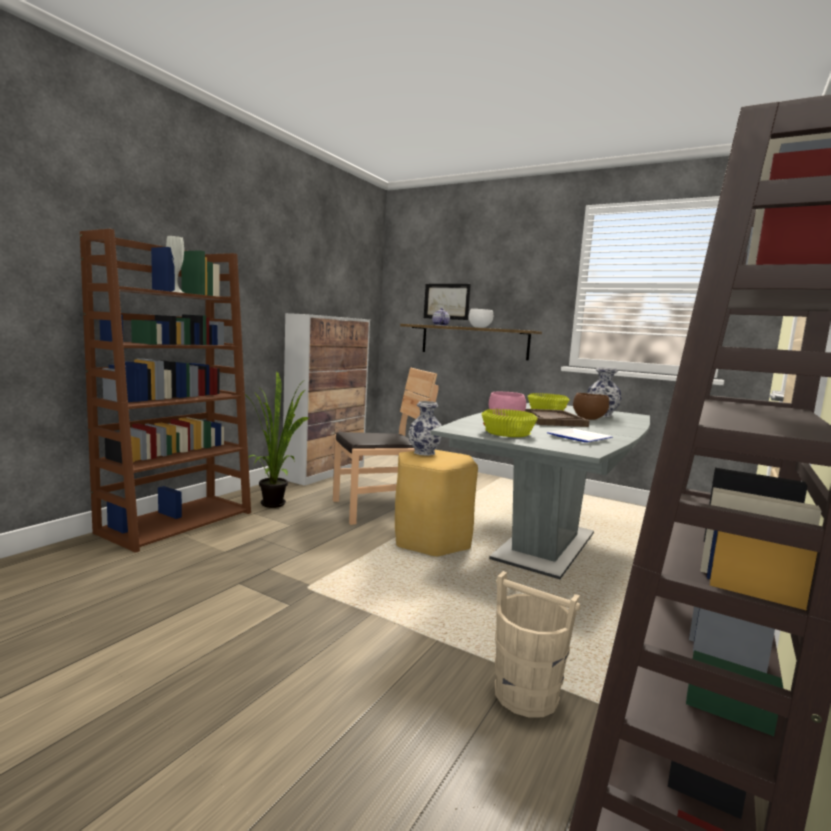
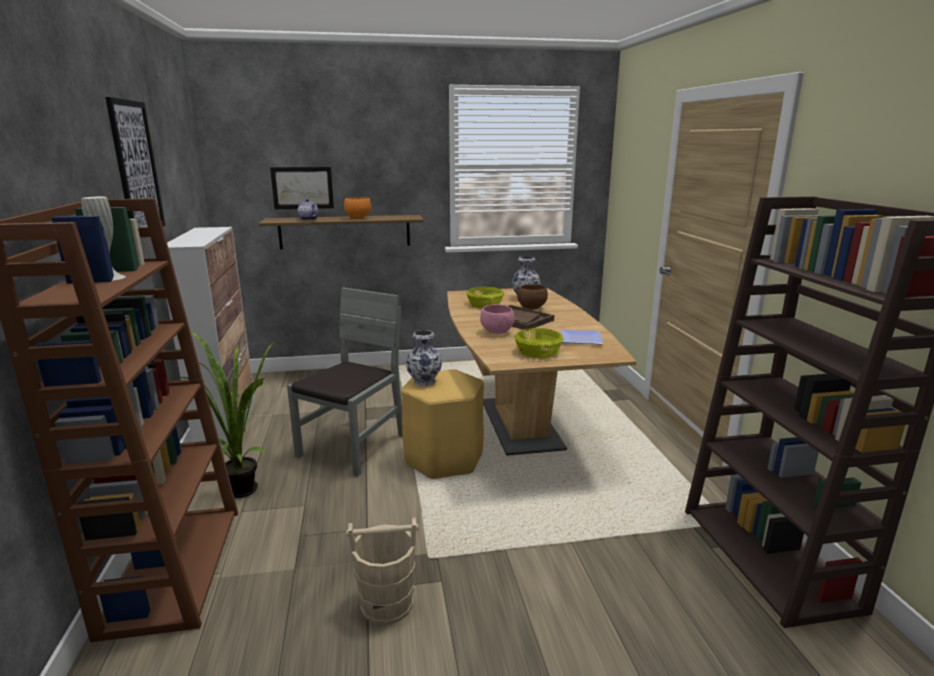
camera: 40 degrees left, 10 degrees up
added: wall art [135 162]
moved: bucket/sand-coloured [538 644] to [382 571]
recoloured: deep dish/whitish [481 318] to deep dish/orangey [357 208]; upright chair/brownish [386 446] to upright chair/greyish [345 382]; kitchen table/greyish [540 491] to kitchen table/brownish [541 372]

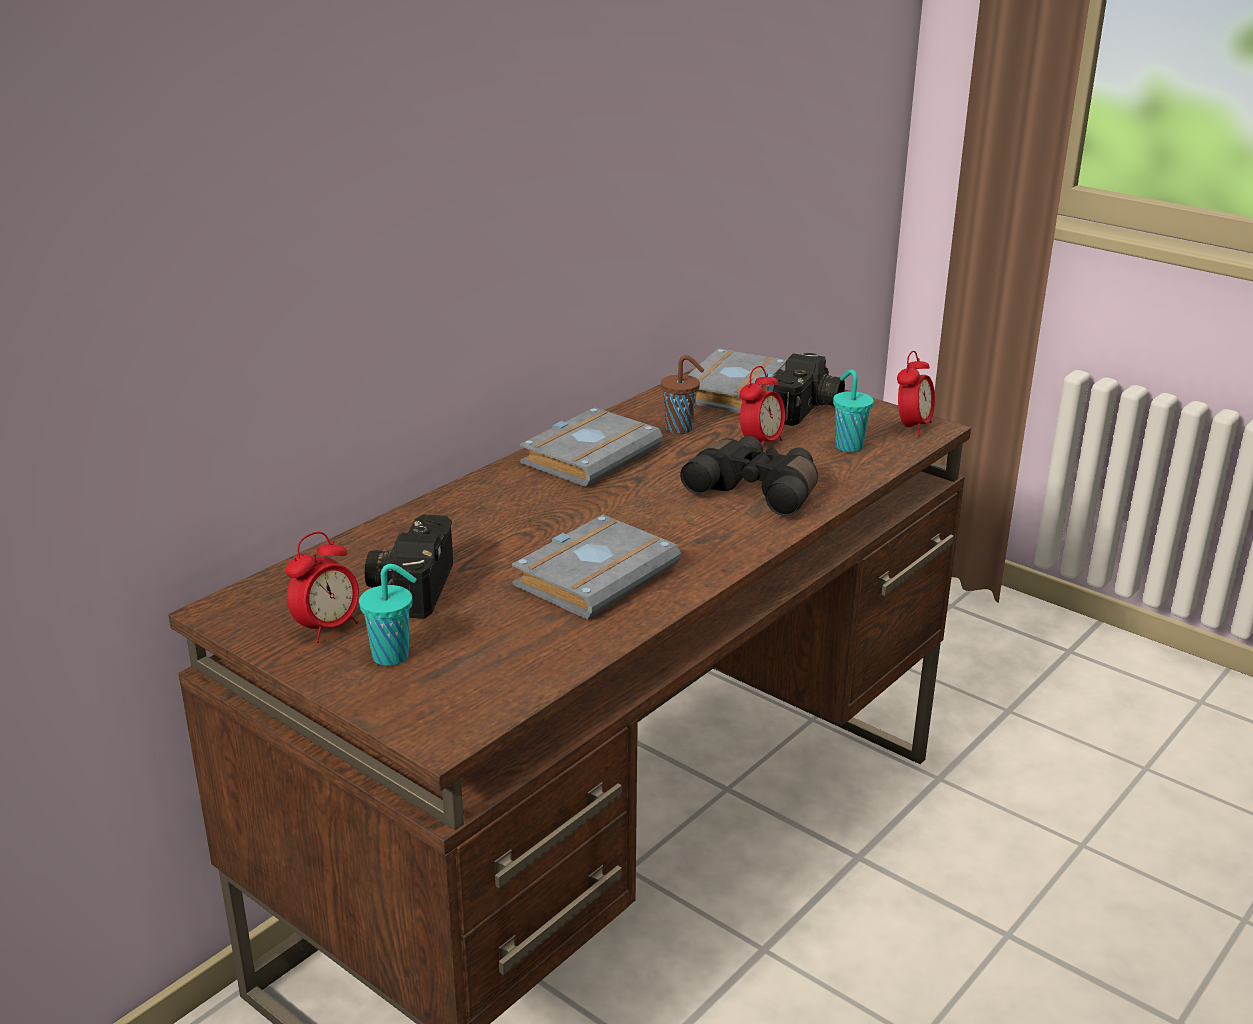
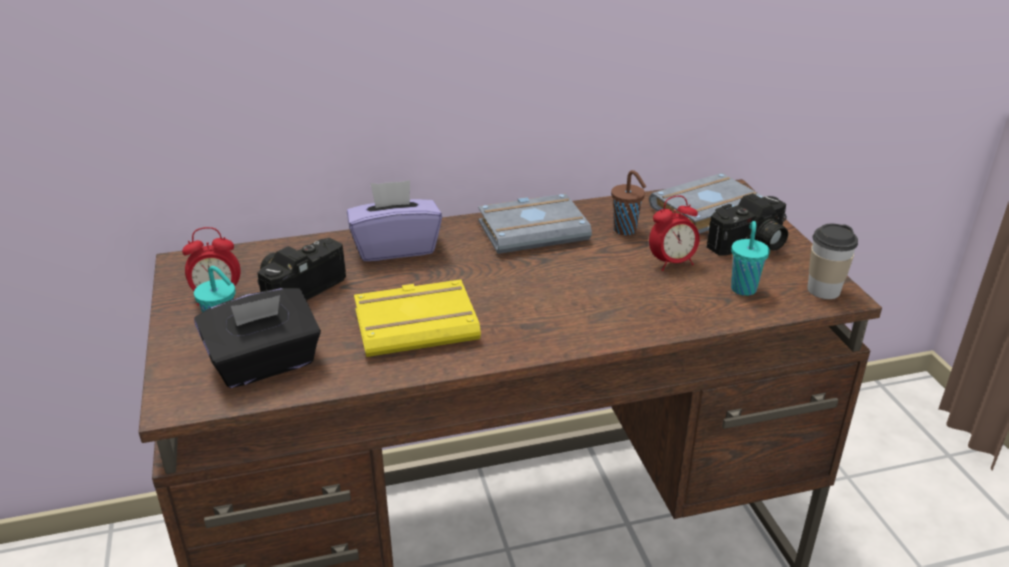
camera: 35 degrees right, 5 degrees up
removed: field glasses/black [749 476]
added: tissue holder/purple-coloured [394 220]; tissue holder/black [257 338]
replaced: table clock [916 393] to small cup [832 261]
recoloured: bound book/greyish [596 567] to bound book/yellow-coloured [417 318]

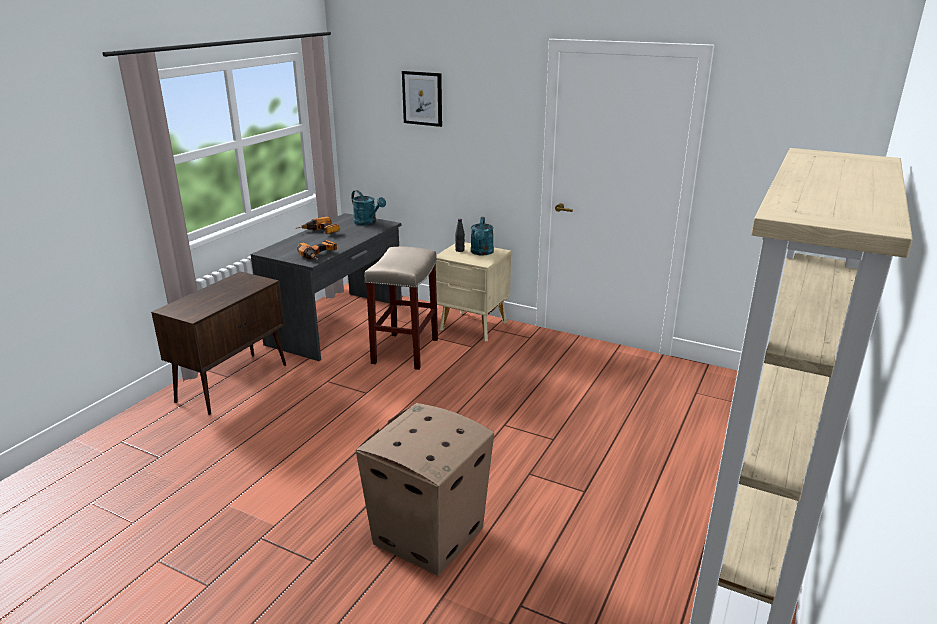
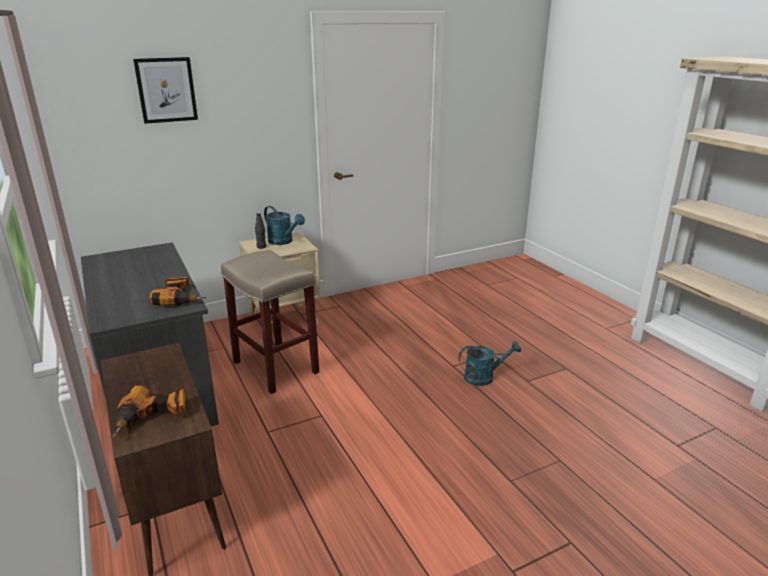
camera: 55 degrees left, 0 degrees up
removed: packing box [425 489]
moved: watering pot/blue-green [368 208] to [490 363]; electric drill [317 225] to [148 412]

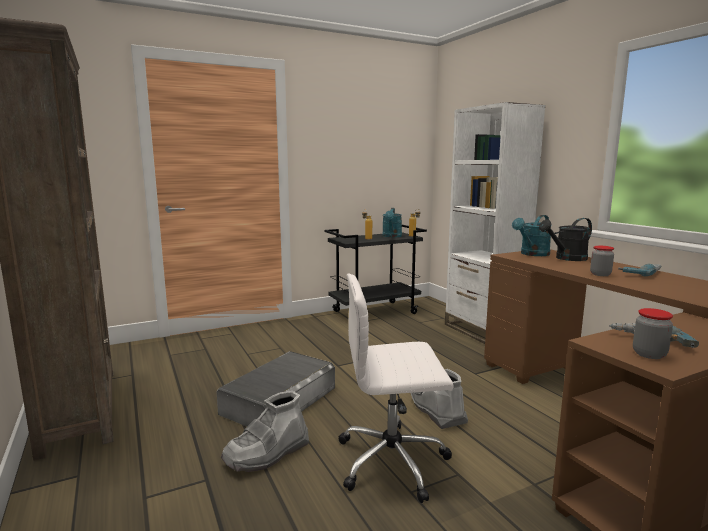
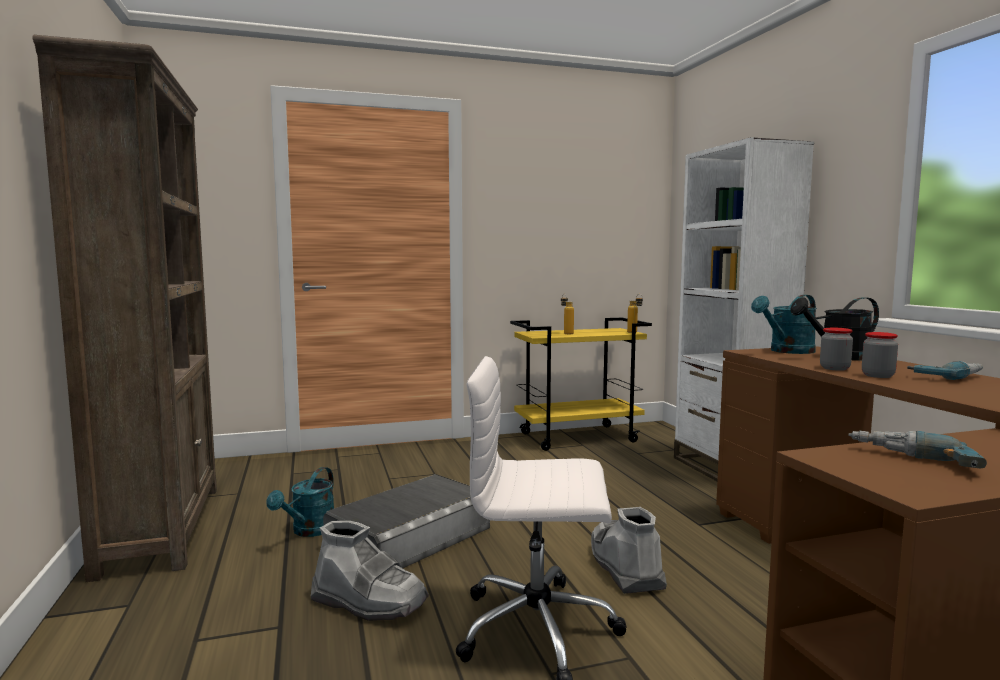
camera: 10 degrees right, 5 degrees down
moved: watering pot/blue-green [392 223] to [300 502]; jar [653 333] to [836 349]
recoloured: cart/black [375 269] to cart/yellow-coloured [581 384]
turned: high-top boot/greyish [265 431] = [370 571] 120 degrees counterclockwise

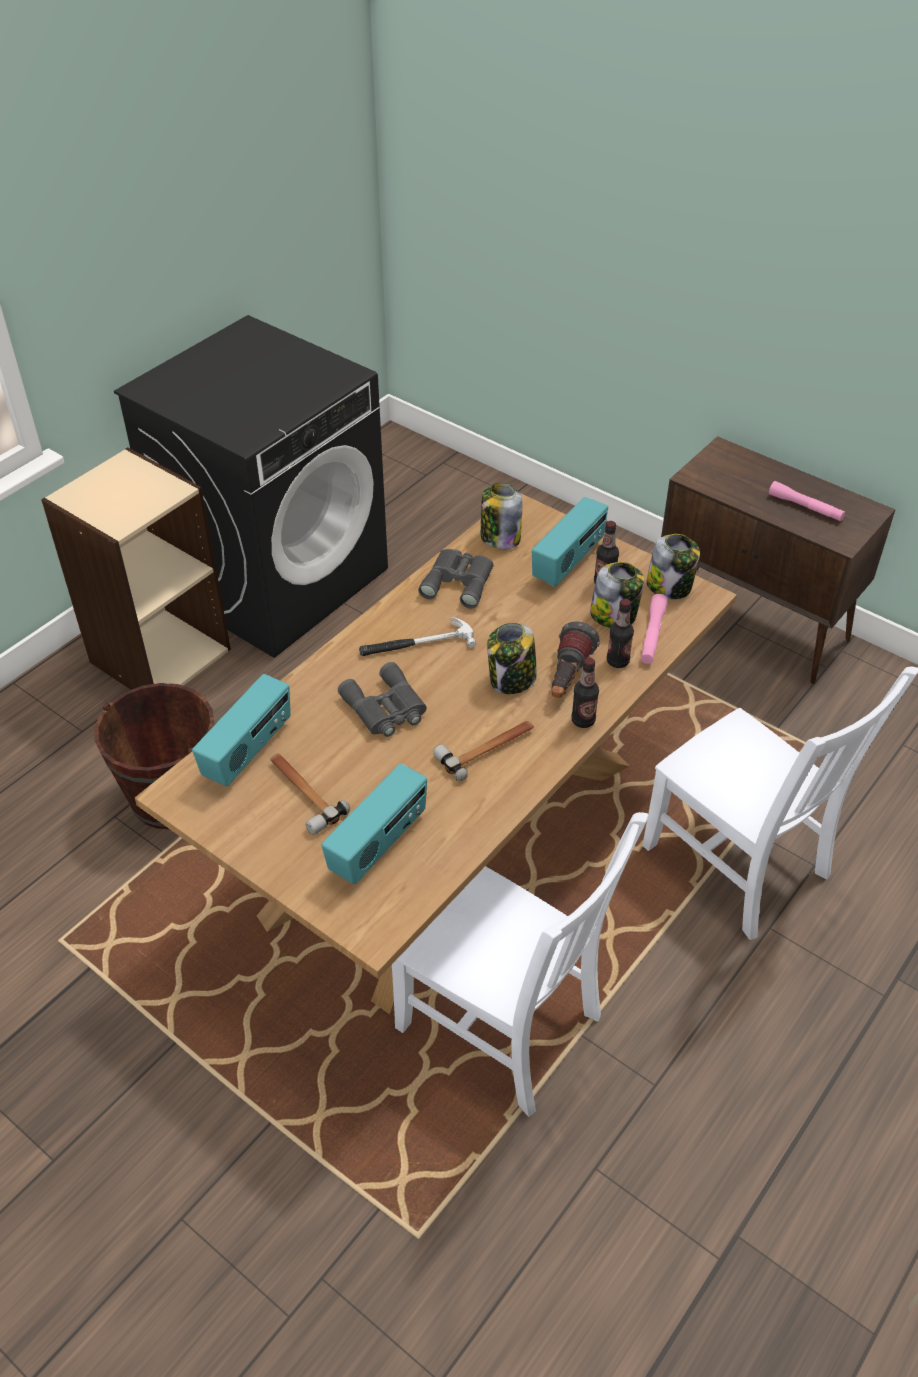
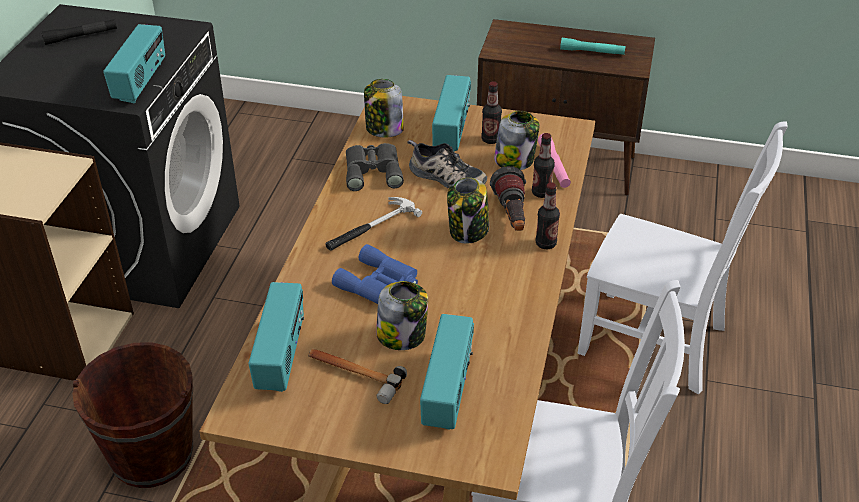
camera: 25 degrees left, 5 degrees down
removed: hand hammer [483 751]
added: hand torch/black [79 32]; radio receiver [134 63]; low shoe [447 164]
moved: jar [673 566] to [402 315]
recoloured: hand torch/pink-coloured [807 501] to hand torch/blue-green [592 46]; field glasses/greyish [382 699] to field glasses/blue-coloured [375 274]

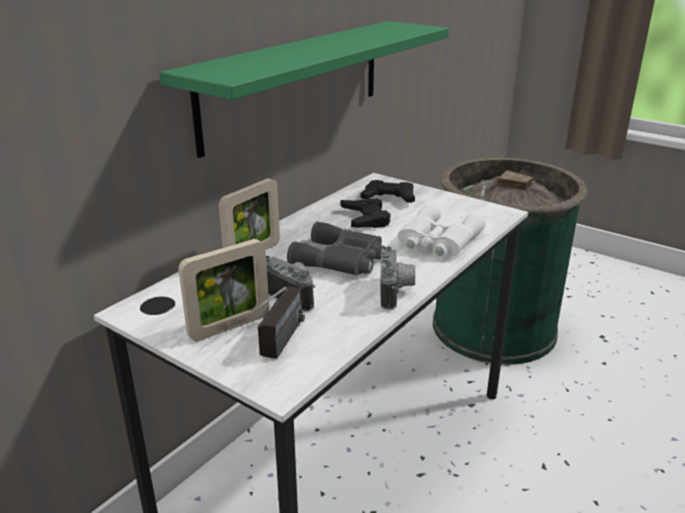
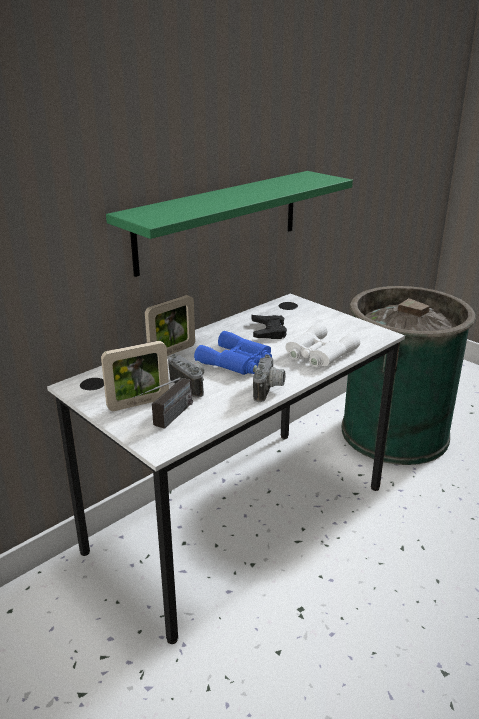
camera: 10 degrees right, 0 degrees up
removed: game controller/black [387 191]
recoloured: field glasses/greyish [336 248] to field glasses/blue-coloured [233 353]

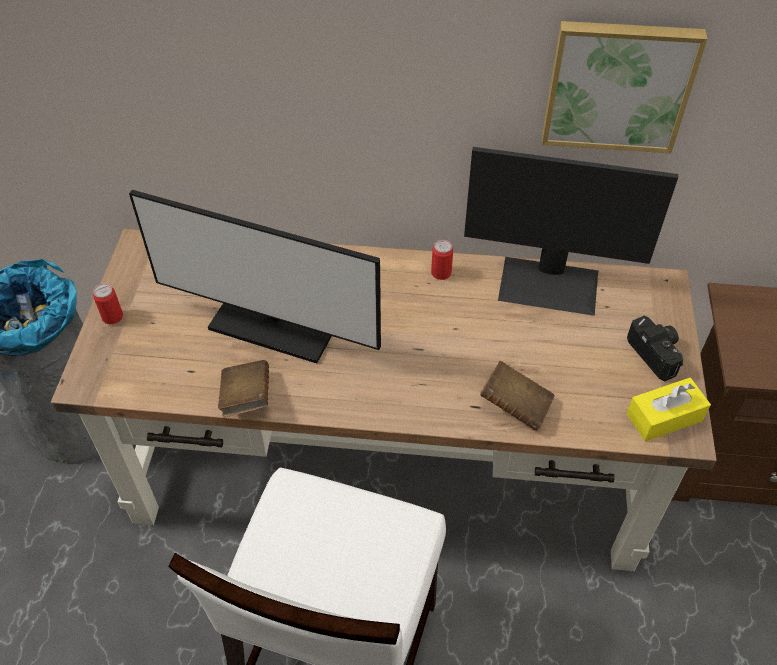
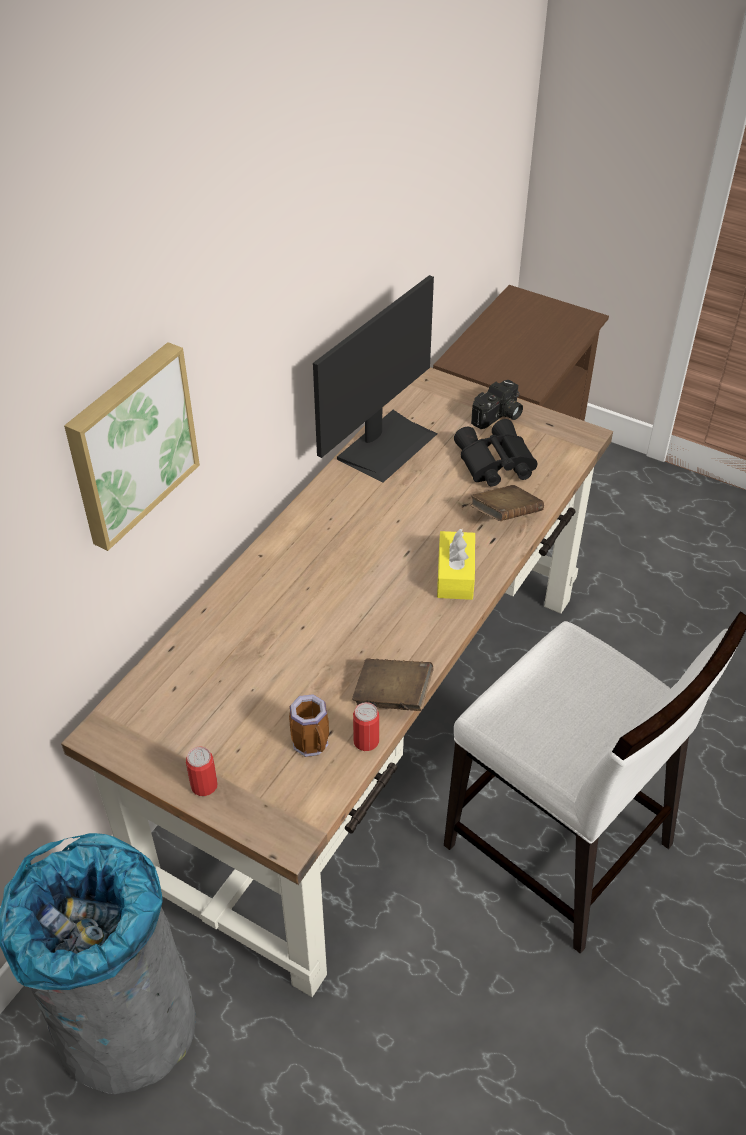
camera: 65 degrees left, 5 degrees down
removed: computer display [255 276]
added: field glasses/black [495 452]; mug [309 725]
moved: wall art [624 87] to [132 446]; can [442 260] to [366 726]; tissue holder/yellow-coloured [668 410] to [456 564]
turned: still camera [655 348] = [497 404] 135 degrees clockwise

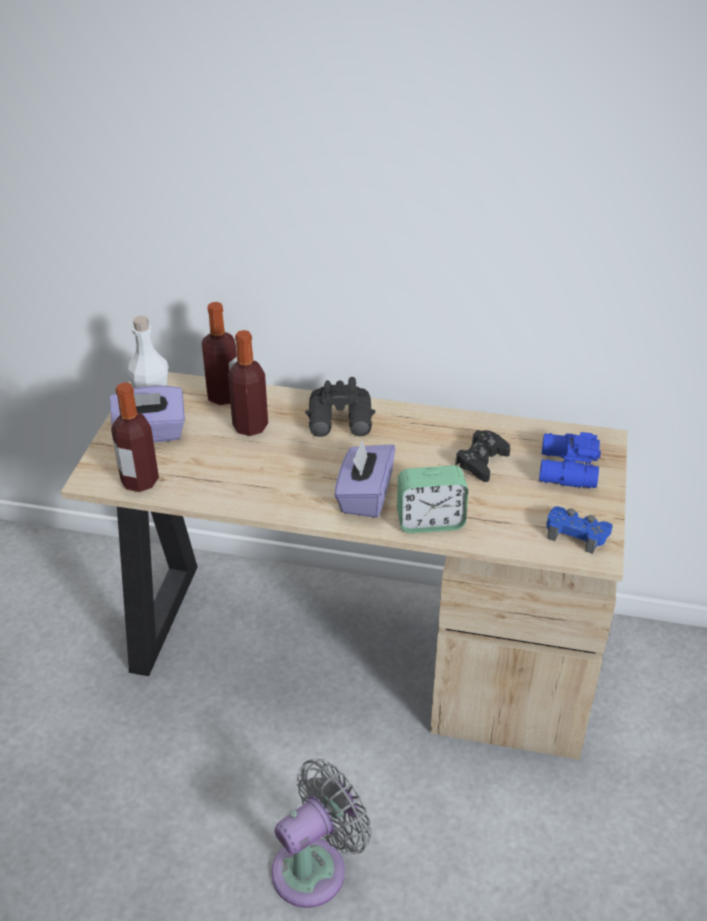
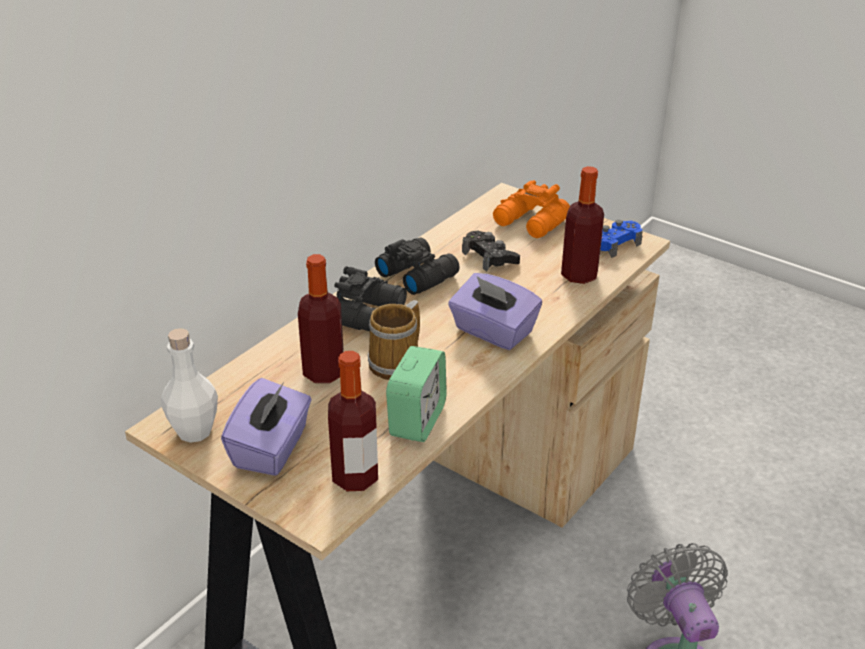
camera: 65 degrees left, 5 degrees down
added: field glasses/black [417 266]; mug [393 340]
moved: bottle [219 353] to [582 225]; table clock [432 499] to [416 394]
recoloured: field glasses/blue-coloured [570 460] to field glasses/orangey [531 209]

